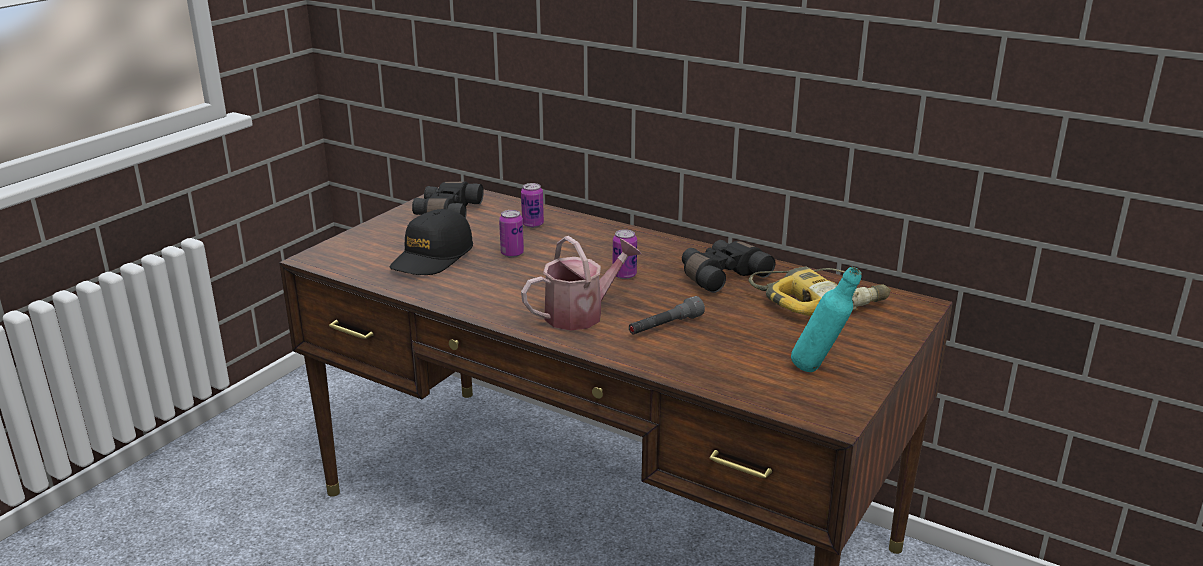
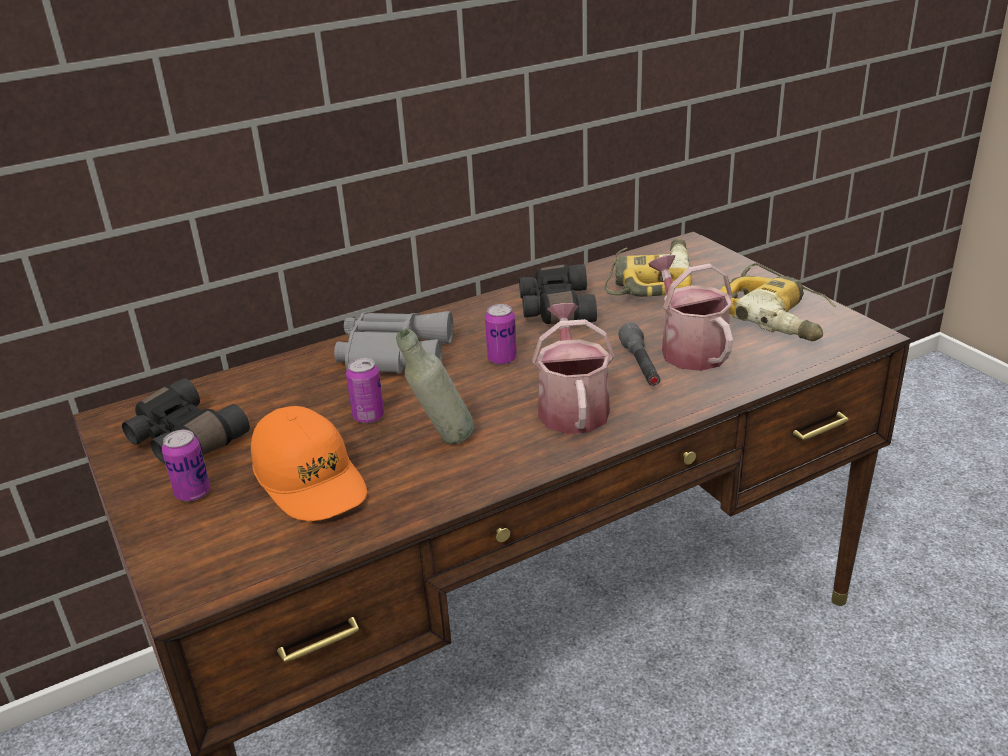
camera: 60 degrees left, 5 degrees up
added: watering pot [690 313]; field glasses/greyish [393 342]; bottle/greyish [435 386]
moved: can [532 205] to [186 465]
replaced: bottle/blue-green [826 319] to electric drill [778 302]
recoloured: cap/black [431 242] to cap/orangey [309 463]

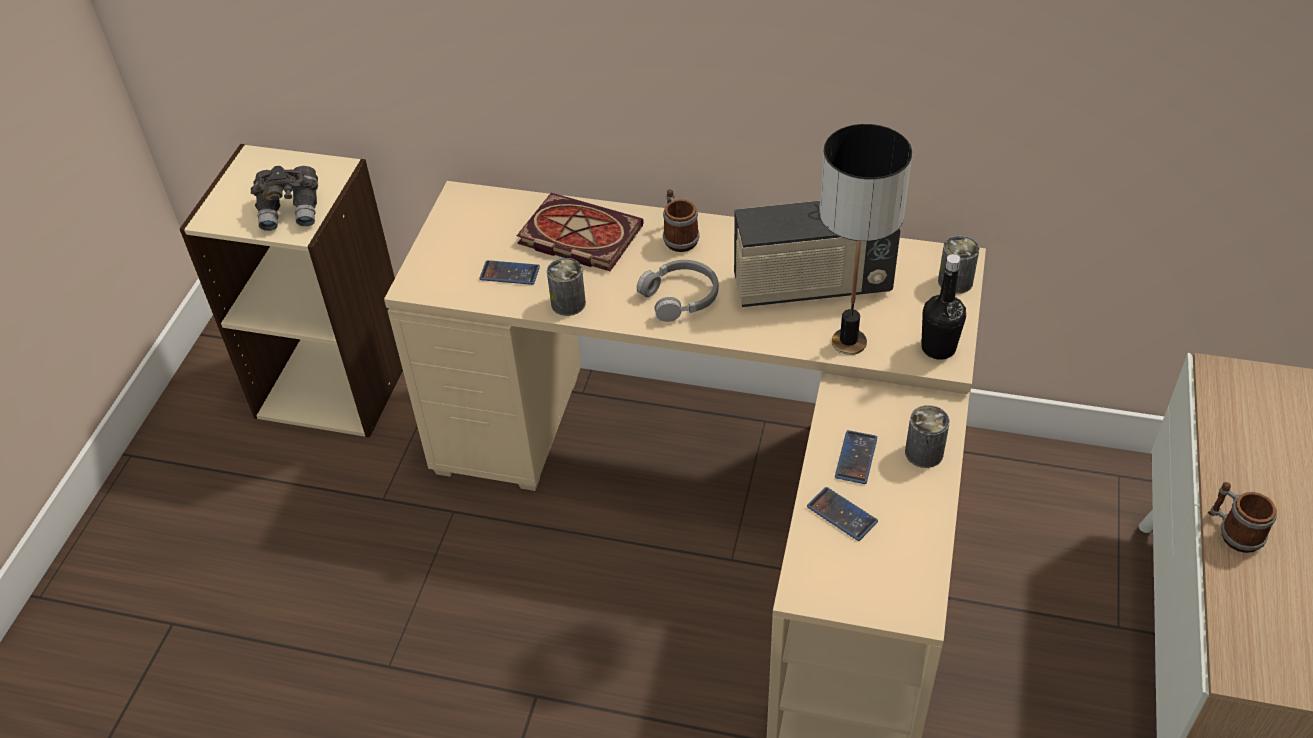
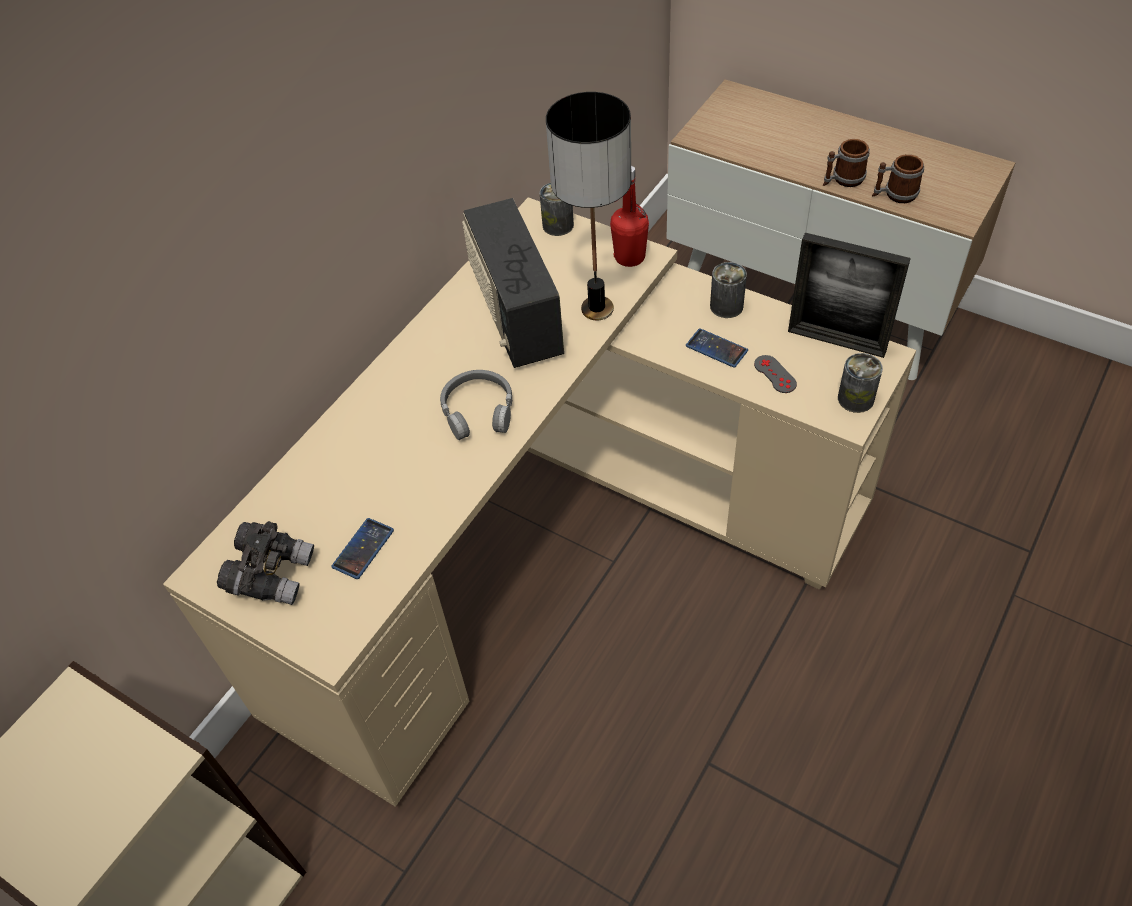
camera: 70 degrees left, 5 degrees up
removed: bound book [580 232]
added: picture frame [849 295]
moved: field glasses/greyish [284 198] to [265 563]; mug [681 220] to [898 178]; can [566 287] to [860 383]
replaced: telephone [842 514] to game controller/greyish [775 374]
recoloured: bottle/black [943 307] to bottle/red [629 216]
turned: radio receiver [817 254] = [513 283] 150 degrees clockwise

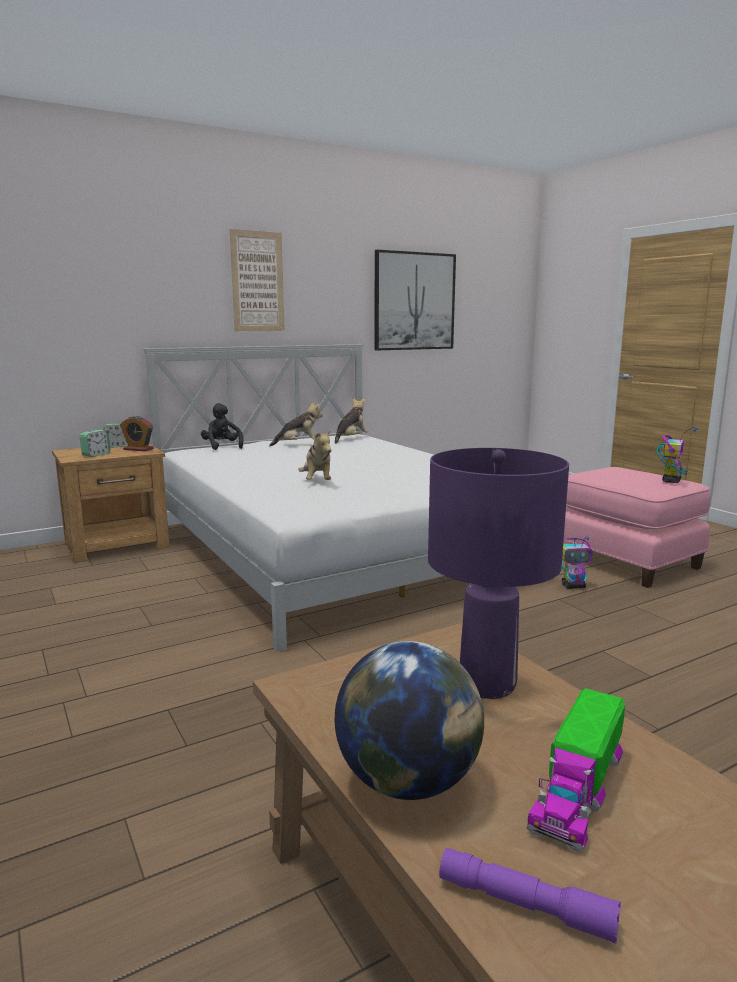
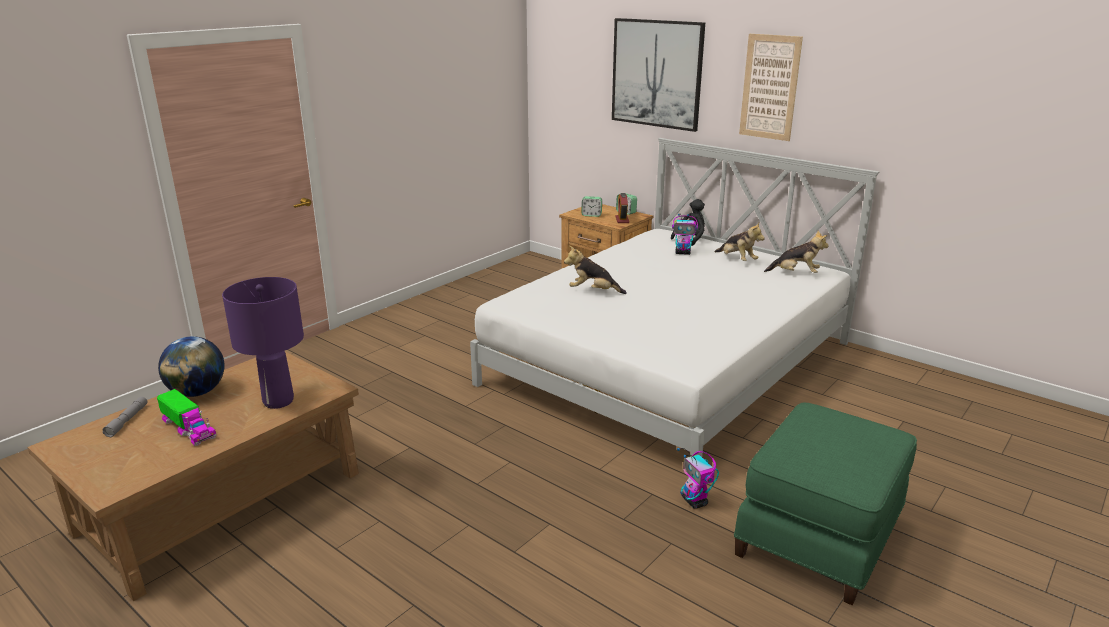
camera: 70 degrees right, 10 degrees up
moved: wall art [415 300] to [658 75]; toy robot [677 455] to [685 234]
recoloured: footrest/pink-coloured [637 527] to footrest/green-coloured [825 503]; hand torch/purple-coloured [530 896] to hand torch/greyish [124 417]
turned: plush toy [314 454] = [595 270] 45 degrees clockwise; model truck [576 770] = [186 417] 150 degrees counterclockwise

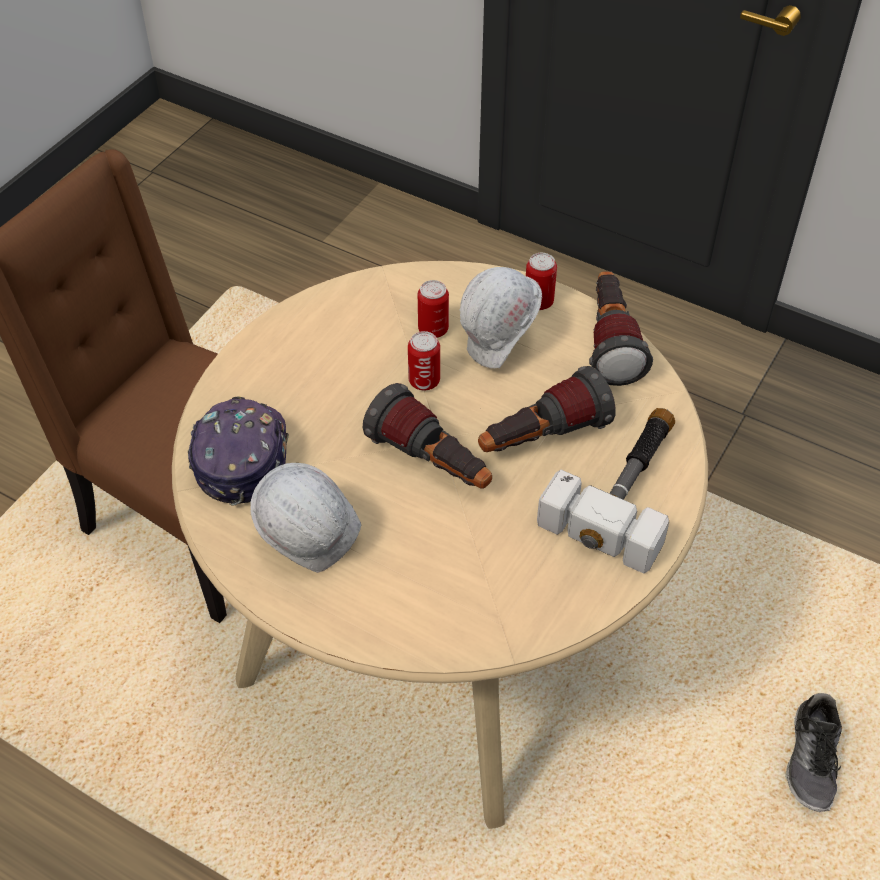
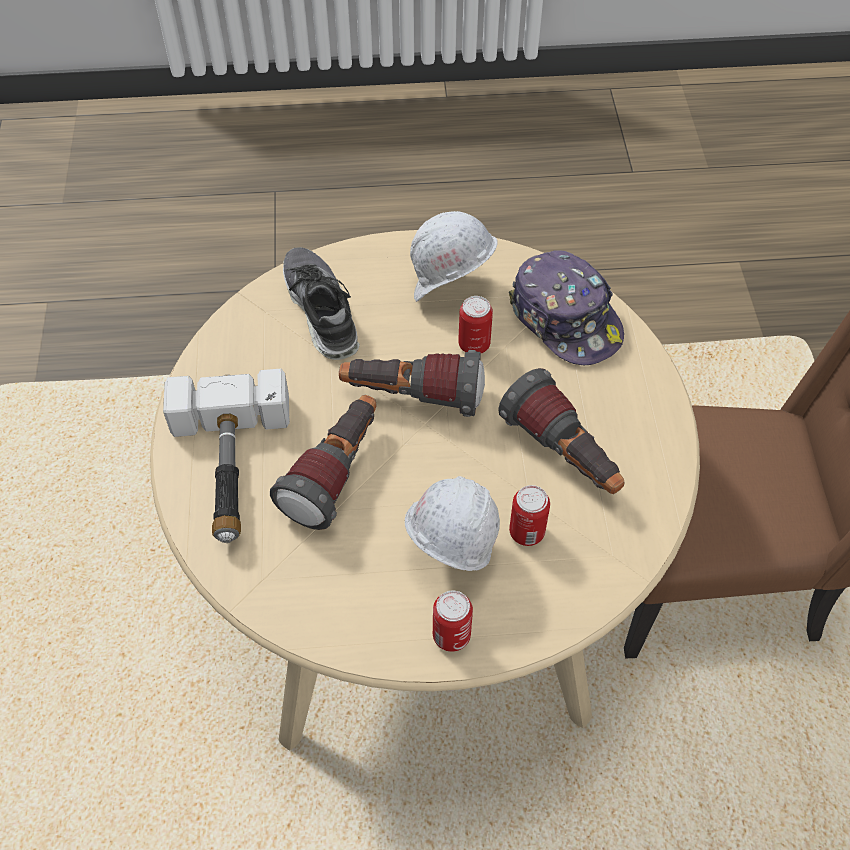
camera: 145 degrees right, 5 degrees up
moved: hand torch [621 328] to [561 431]; can [424 361] to [475 324]; low shoe [813 752] to [321 303]

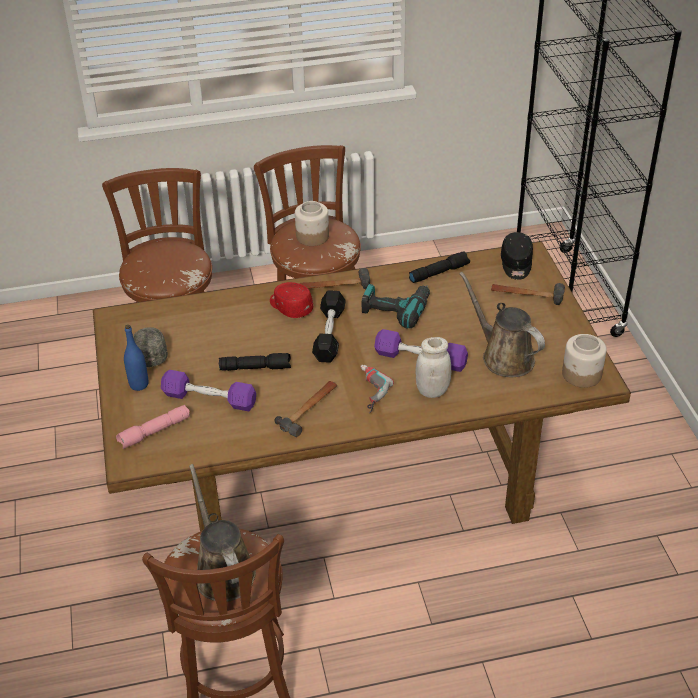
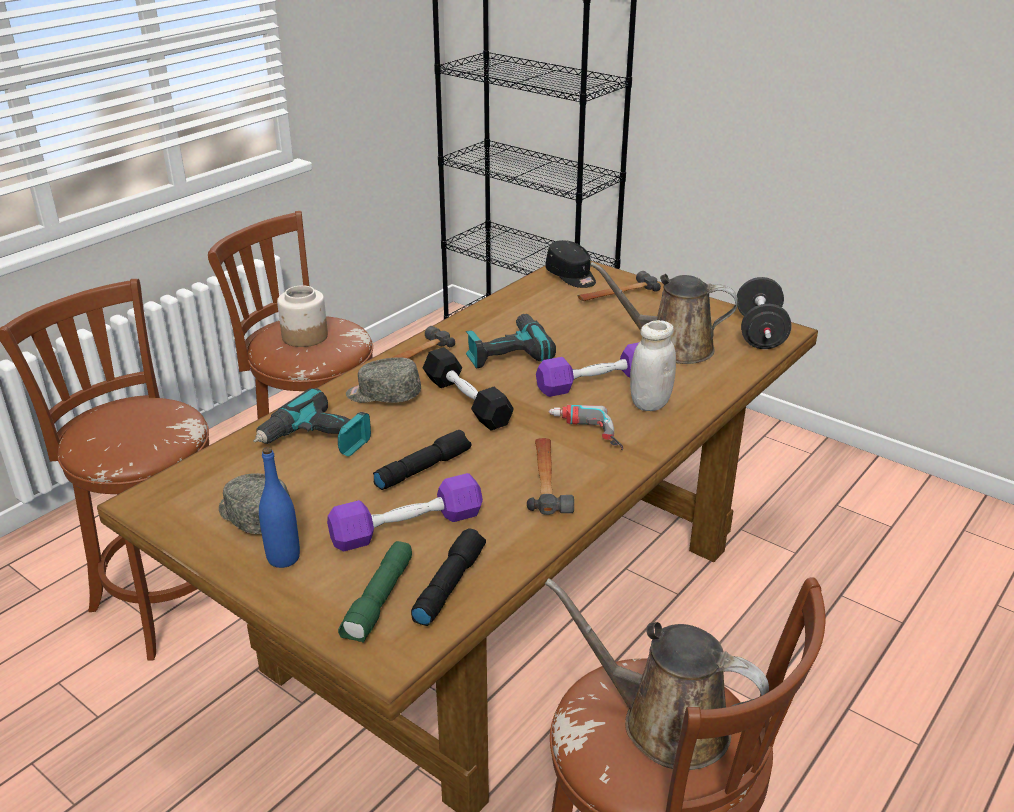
camera: 40 degrees left, 10 degrees down
added: electric drill [312 422]
moved: hand torch/black [439 267] to [448 577]
replaced: jar [584 361] to dumbbell/black [764 313]
recoloured: cap/red [291 300] to cap/greyish [383 380]; hand torch/pink-coloured [153 427] to hand torch/green-coloured [375 592]

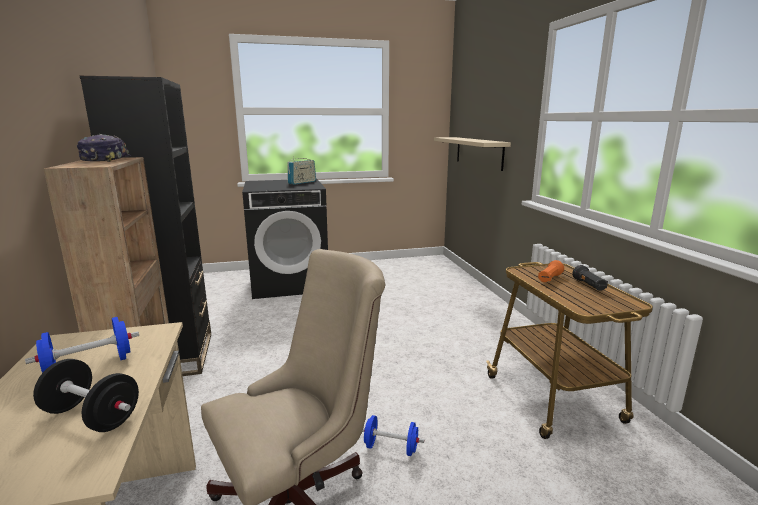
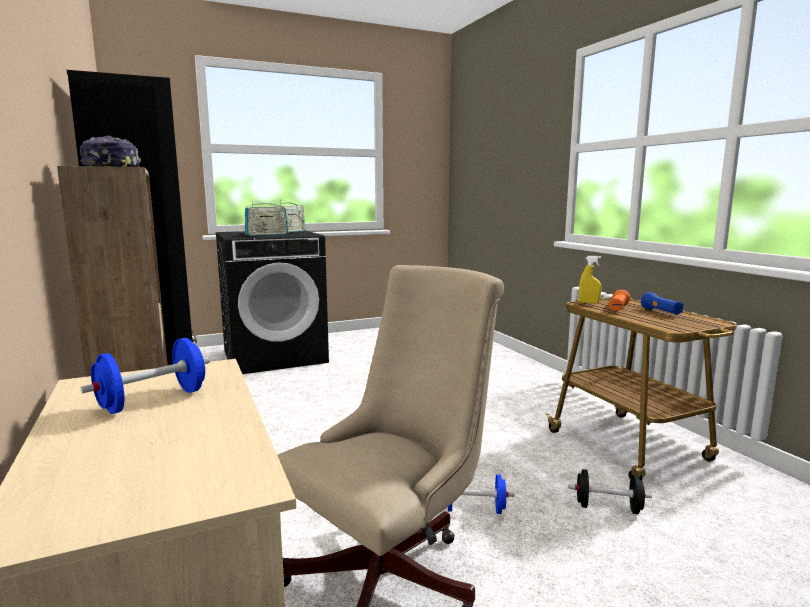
camera: 10 degrees left, 5 degrees down
removed: wall shelf/sand-coloured [472 154]
added: radio receiver [266 218]; sprayer/yellow-coloured [590 280]
moved: dumbbell/black [86 395] to [610 491]
recoloured: hand torch/black [590 278] to hand torch/blue-coloured [662 303]

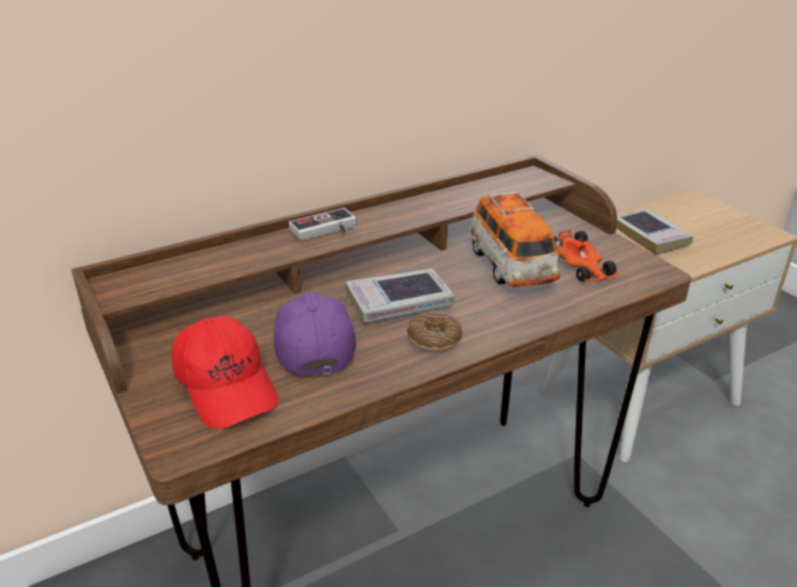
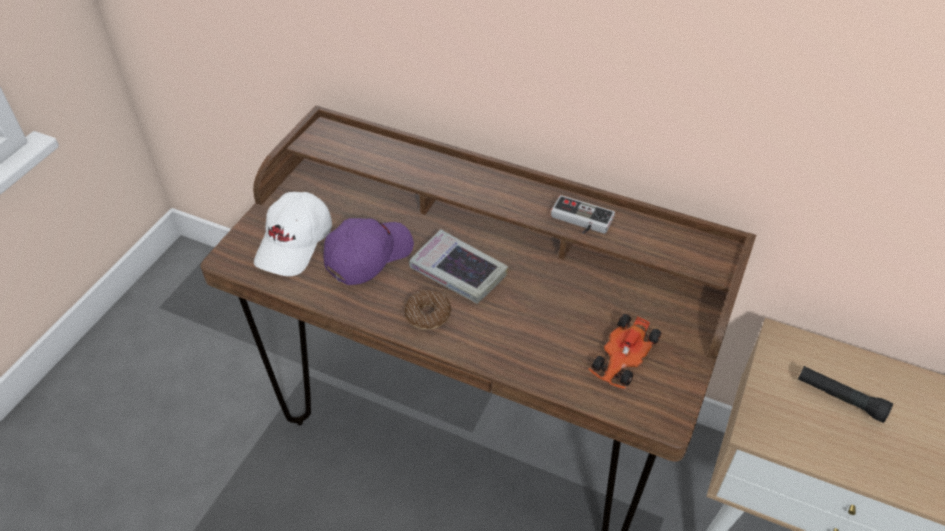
camera: 55 degrees right, 15 degrees up
removed: miniature car [515 239]
moved: game controller [323 224] to [583 214]
replaced: bound book [654 231] to hand torch/black [845 394]
recoloured: cap/red [224 372] to cap/whitish [293 234]

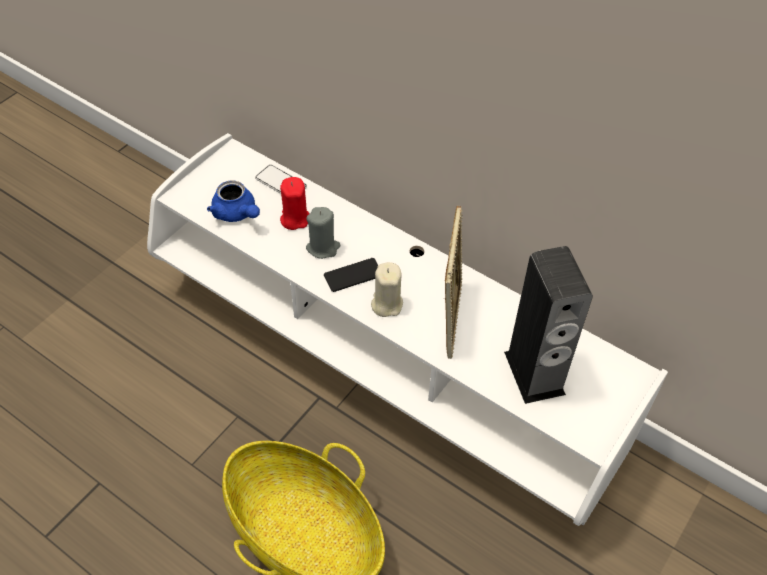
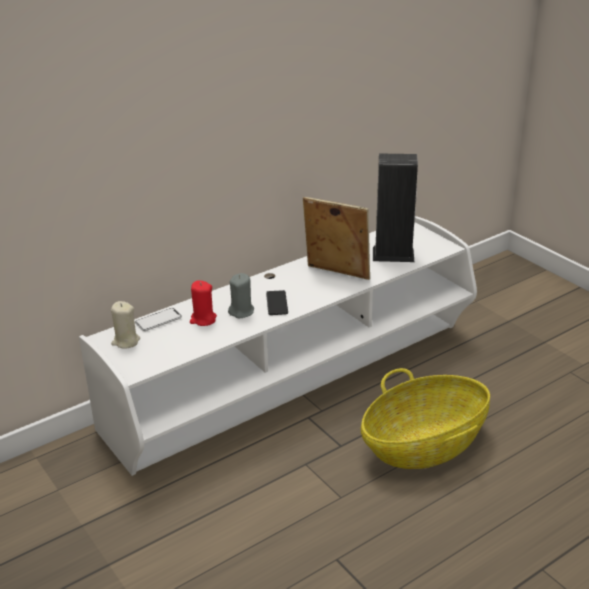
camera: 70 degrees left, 20 degrees down
removed: pot for tea/blue-coloured [233 201]
moved: wax candle/sand-coloured [387 289] to [125 325]

